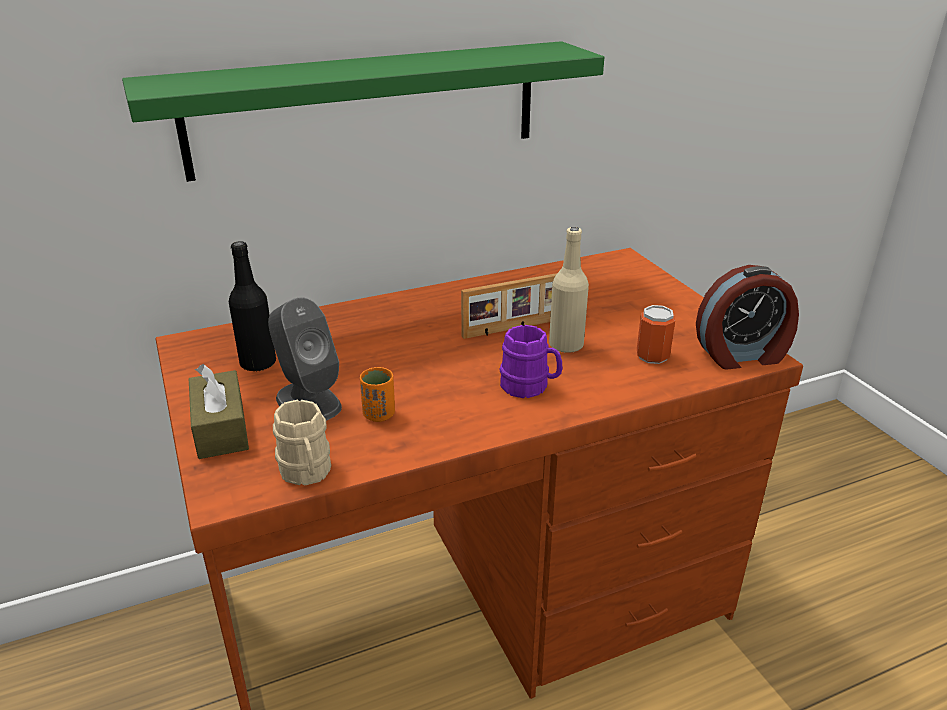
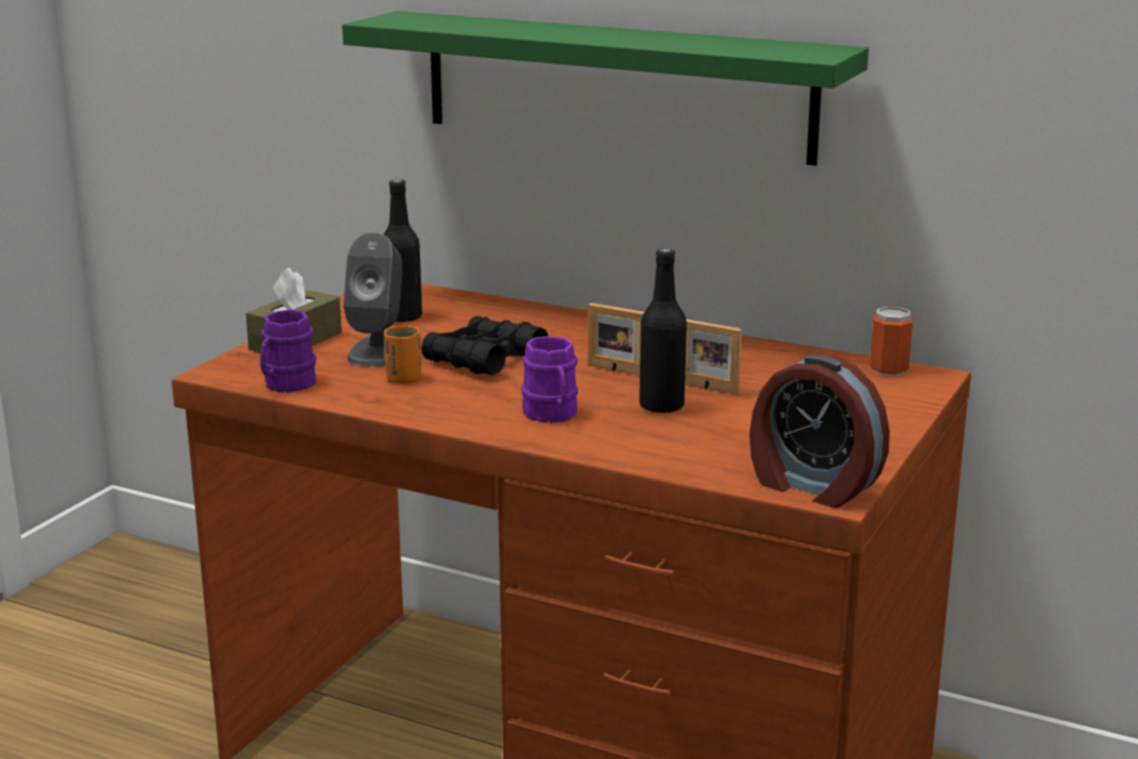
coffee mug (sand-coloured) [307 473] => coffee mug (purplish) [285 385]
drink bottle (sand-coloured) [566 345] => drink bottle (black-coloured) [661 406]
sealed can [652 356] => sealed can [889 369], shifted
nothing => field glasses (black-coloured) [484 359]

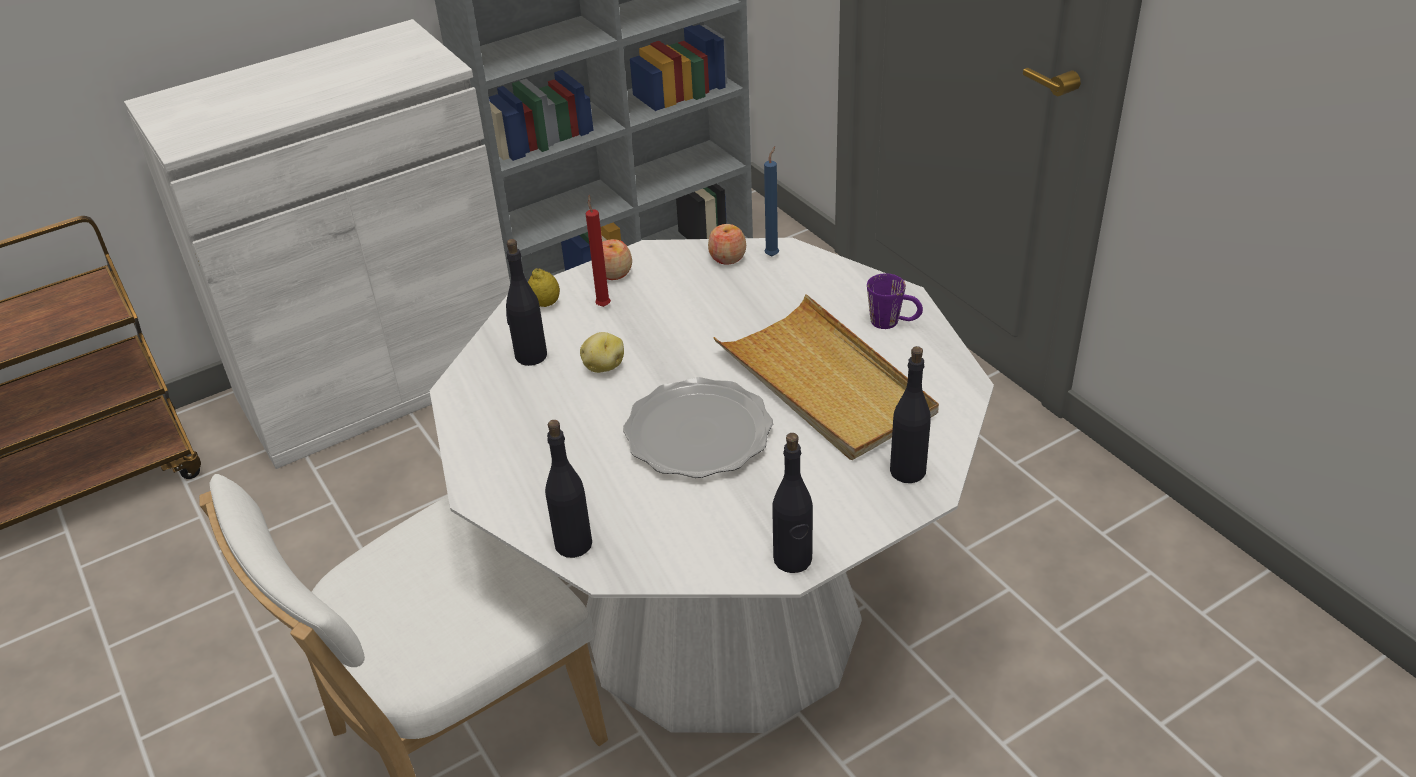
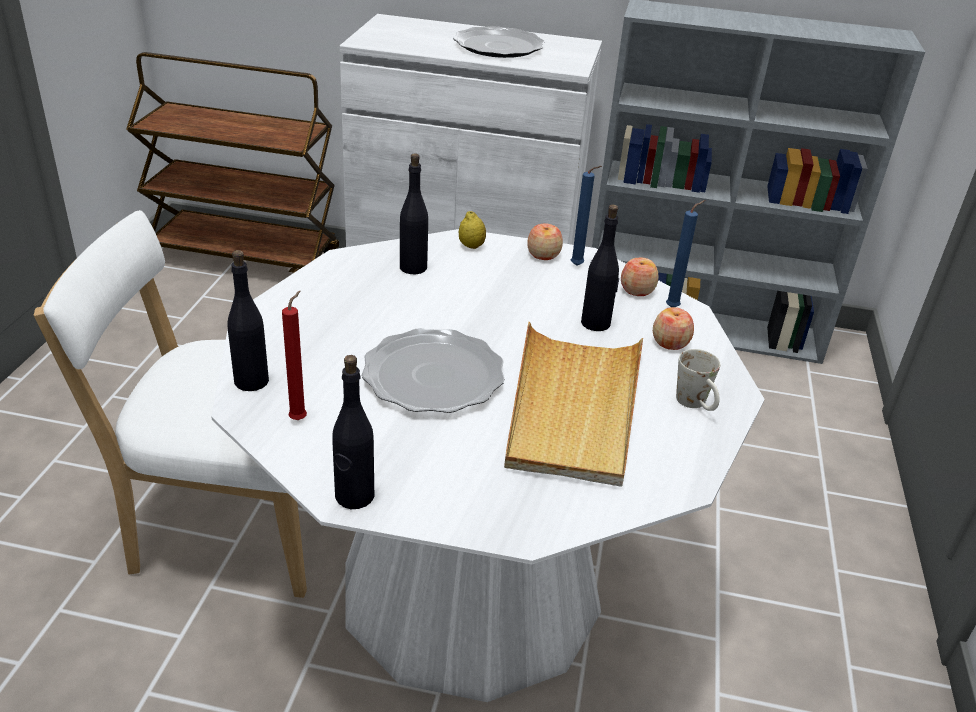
whole potato [603 366] => nothing
candle (red) [603 305] => candle (red) [300 418], shifted
coffee mug (purplish) [893 322] => coffee mug (white) [696 405]
drink bottle (black-coloured) [908 471] => drink bottle (black-coloured) [596 323], shifted
nothing => flat dish [498 46]
nothing => candle (blue) [578 266]
nothing => whole apple [670 342]

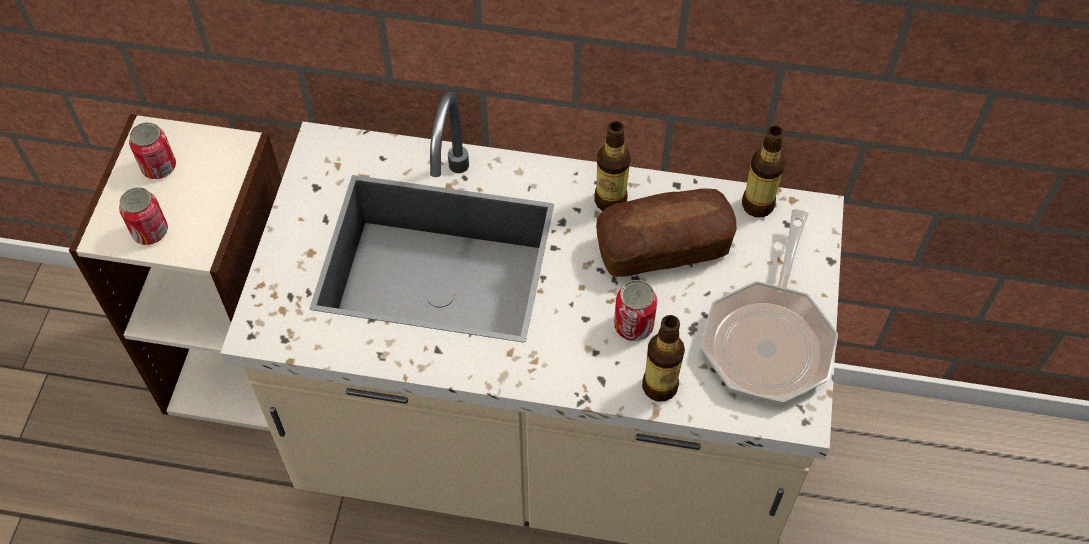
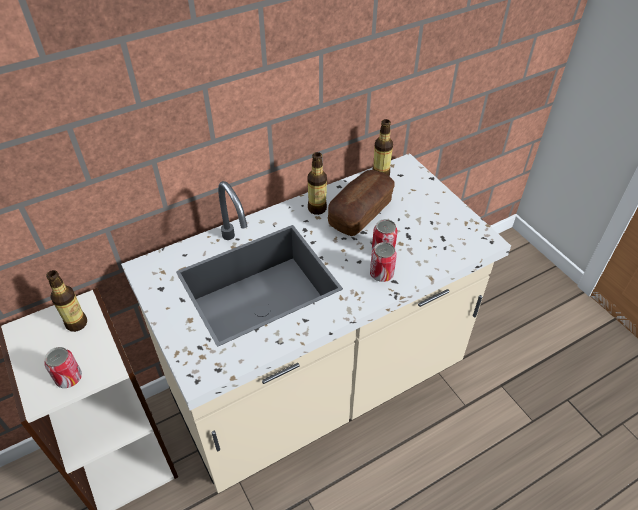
sealed can [159 167] => sealed can [381 274], shifted
drink bottle [660 386] => drink bottle [77 323], shifted
frying pan [769 338] => nothing

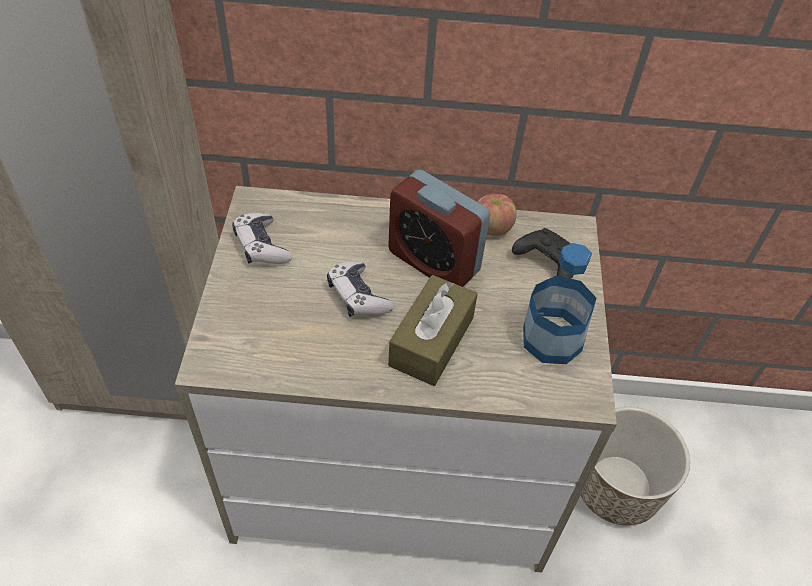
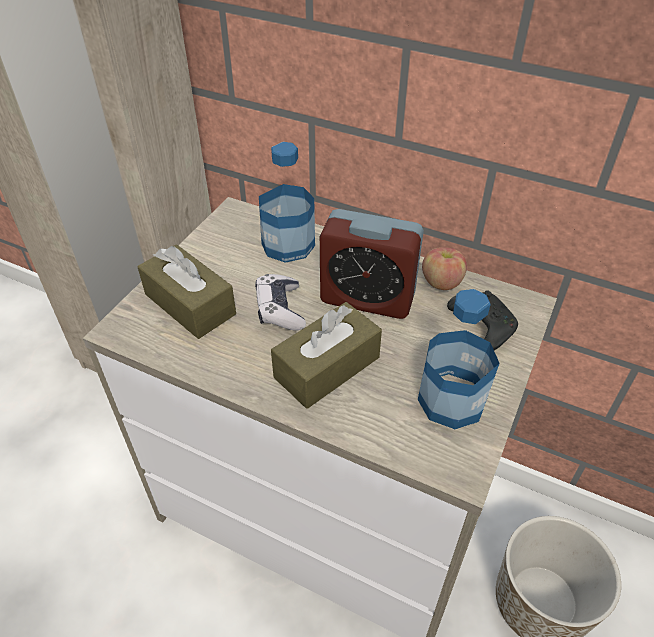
joypad [262 246] => nothing
table clock [433 262] => table clock [367 298], 45 degrees counterclockwise
nothing => tissue box (brown) [190 304]
nothing => drink bottle [288 244]

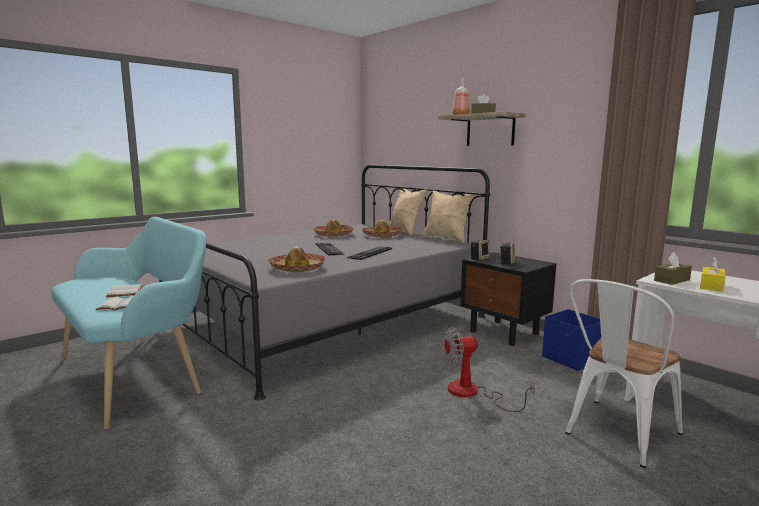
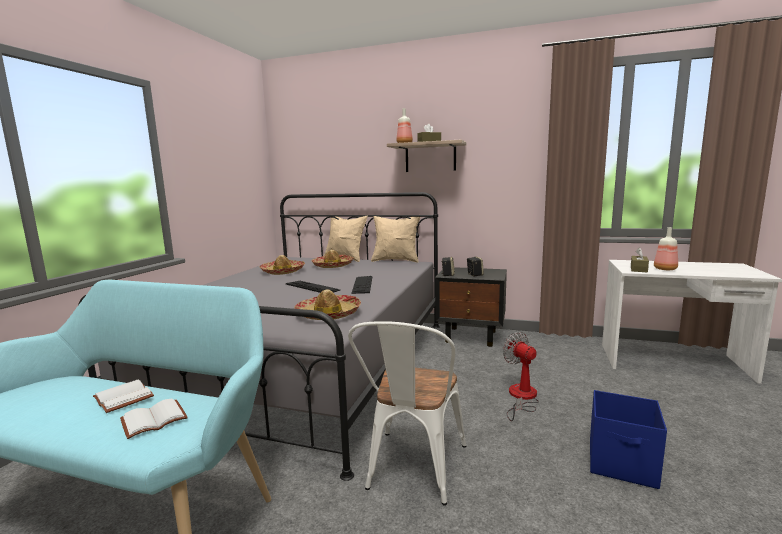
cooling fan [473 393] => cooling fan [521 397], 105 degrees clockwise
storage bin (blue) [571 359] => storage bin (blue) [623 464], shifted
upright chair (white) [616 435] => upright chair (white) [413 471], shifted
tissue box (yellow-coloured) [711 286] => drink bottle [666 269]

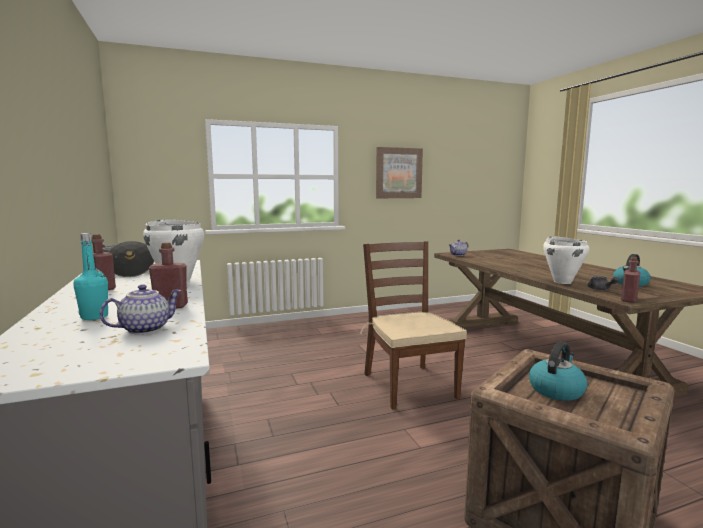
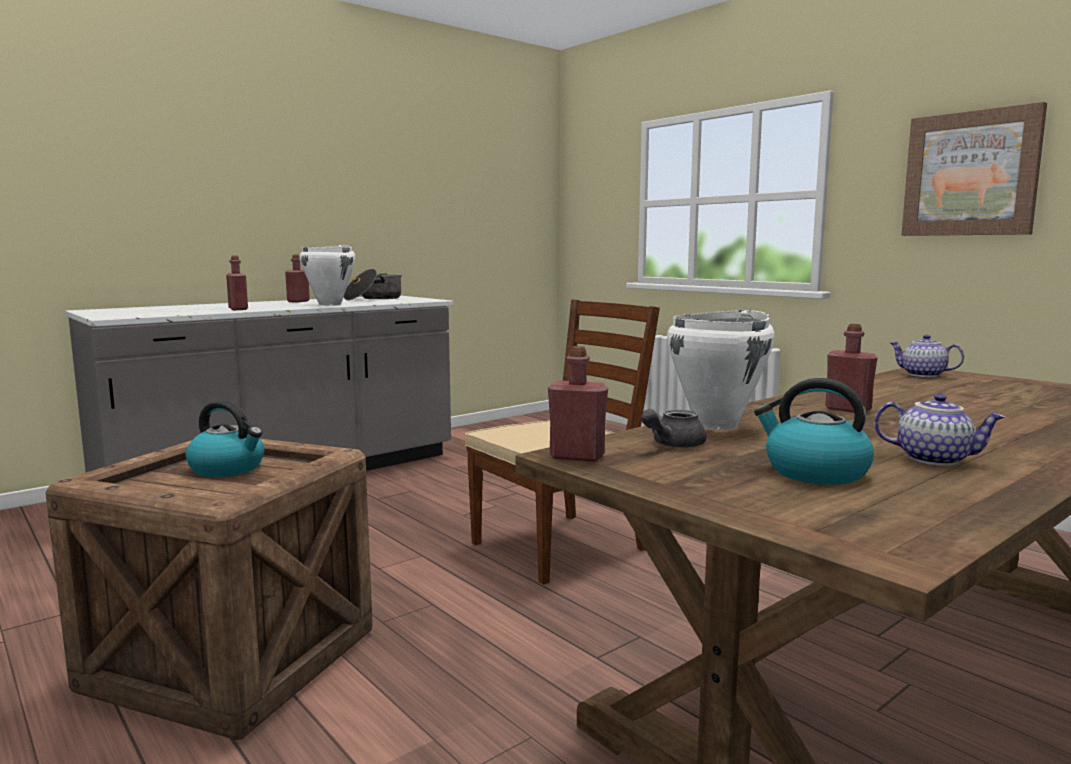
drink bottle (blue-green) [94 317] => nothing
teapot [145 329] => teapot [934 459], shifted
nothing => drink bottle (red) [848 409]

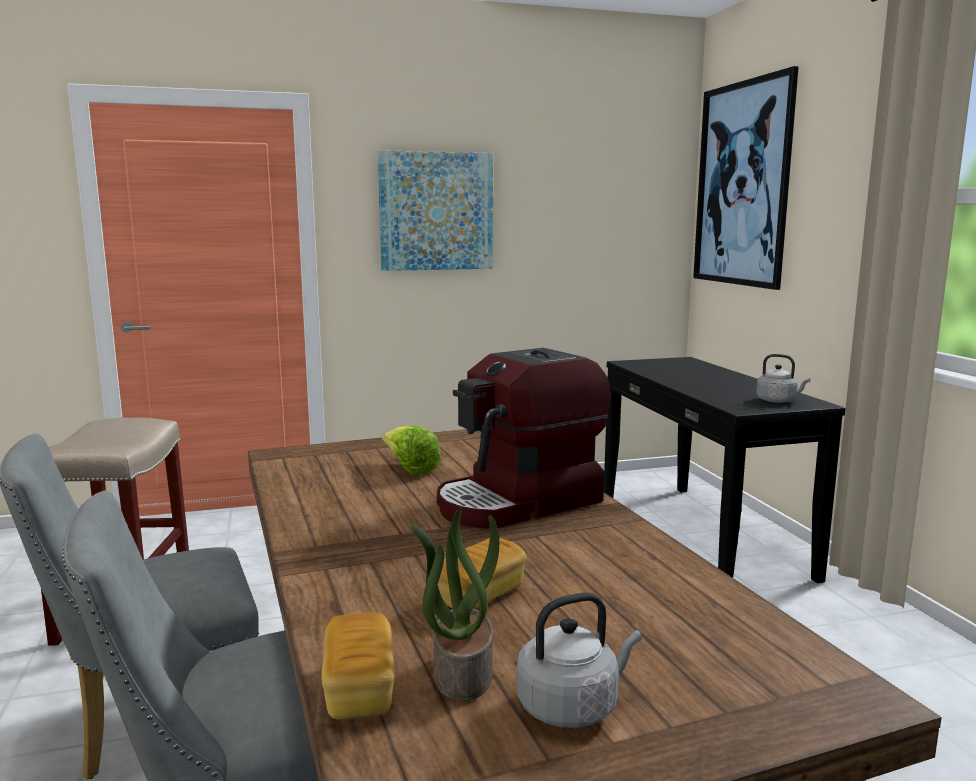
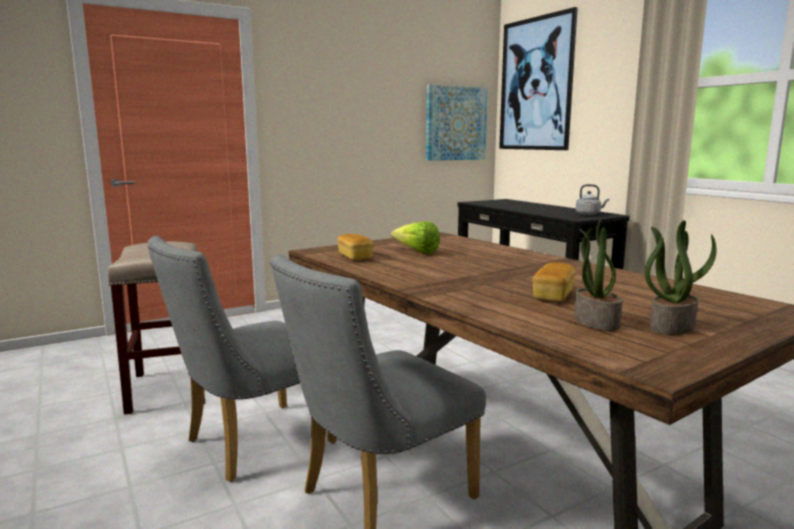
bakery bread [359 689] => bakery bread [355 257], shifted
picture [436 211] => picture [455 123], shifted
coffee brewer [519 502] => nothing
water kettle (gray) [572 706] => plant in a pot [671 327]

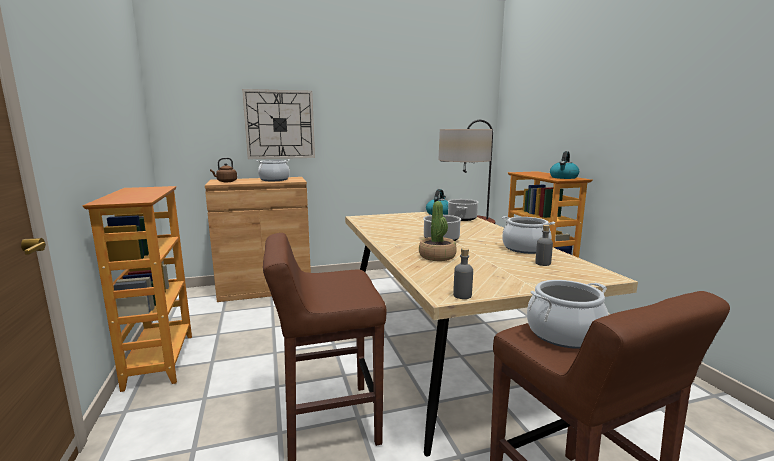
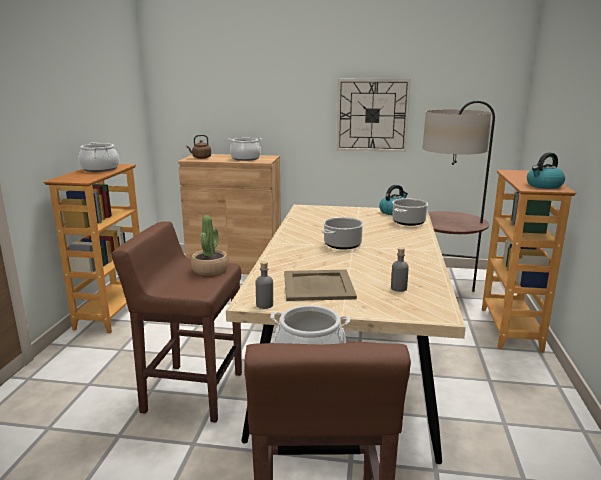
clock on the wall [280 124] => clock on the wall [372 115], shifted
plant in a pot [437 256] => plant in a pot [210 269], shifted
stockpot [525 248] => stockpot [100 169], shifted
nothing => tray (sand-coloured) [319 286]

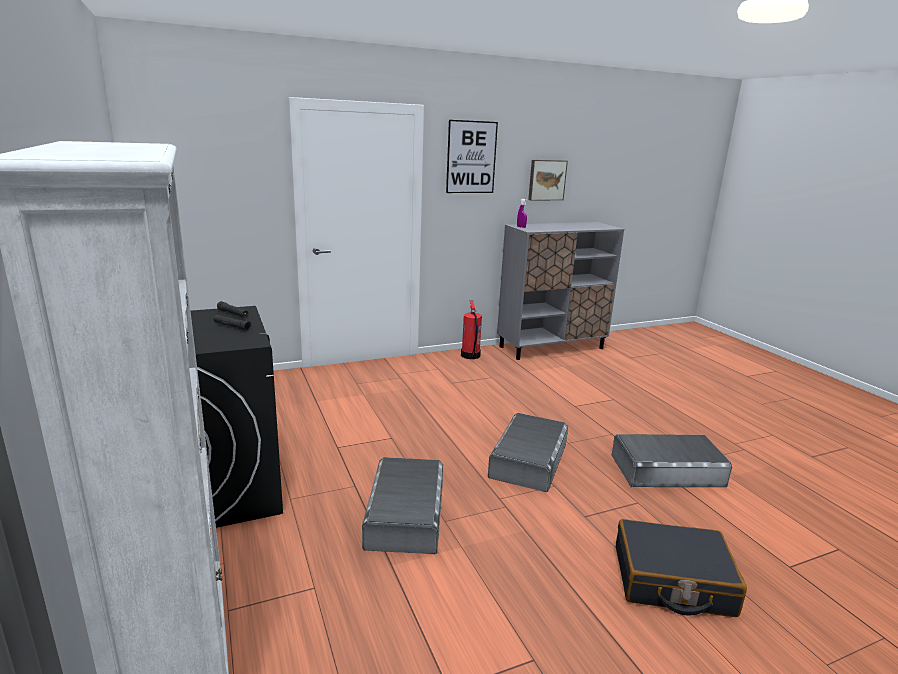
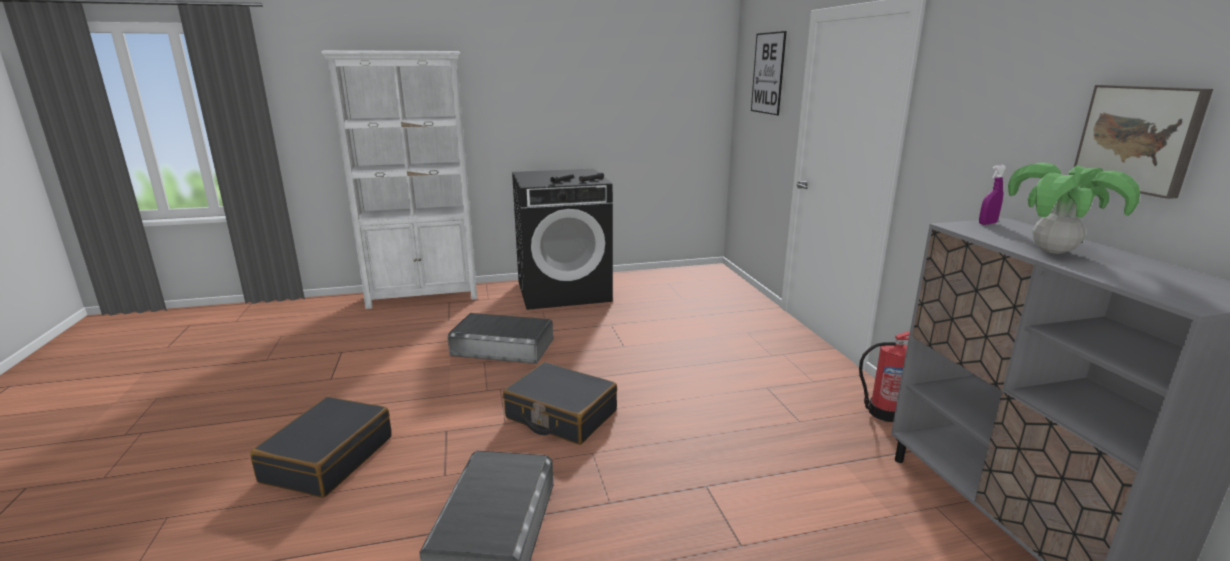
picture [471 157] => picture [768 73], shifted
storage bin (gray) [528 459] => piece of luggage (black-coloured) [561 415]
nothing => plant in a pot [1052 251]

